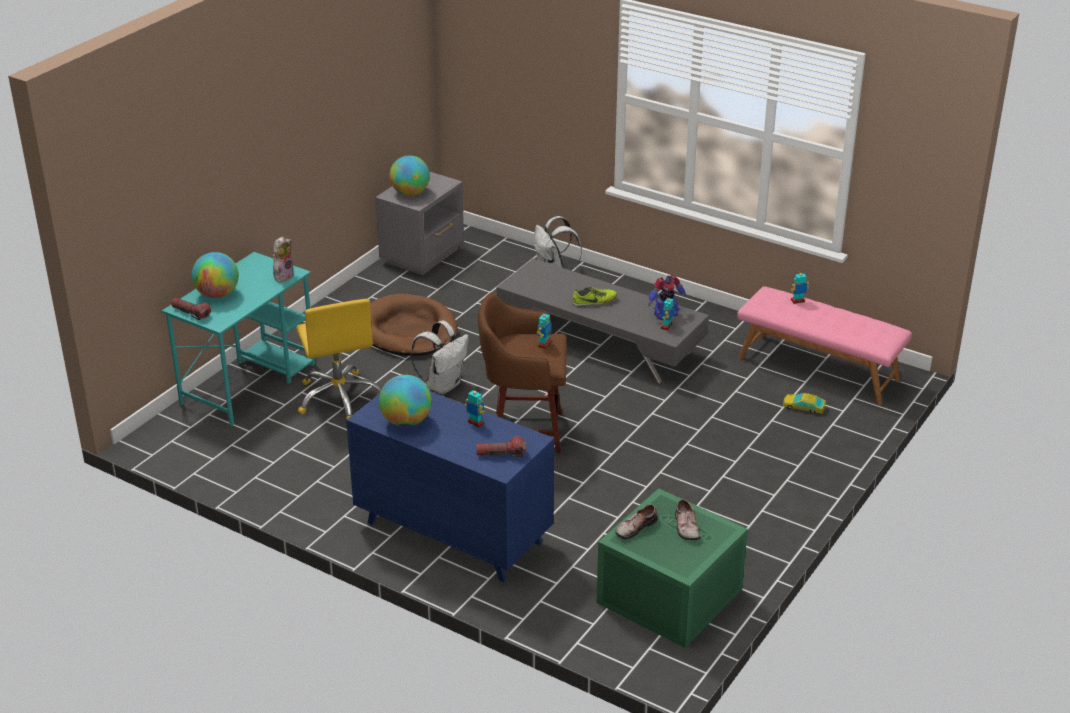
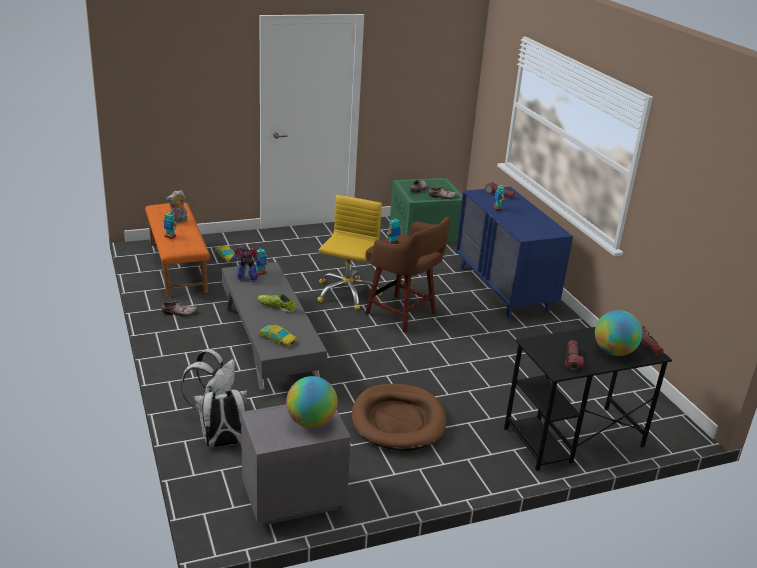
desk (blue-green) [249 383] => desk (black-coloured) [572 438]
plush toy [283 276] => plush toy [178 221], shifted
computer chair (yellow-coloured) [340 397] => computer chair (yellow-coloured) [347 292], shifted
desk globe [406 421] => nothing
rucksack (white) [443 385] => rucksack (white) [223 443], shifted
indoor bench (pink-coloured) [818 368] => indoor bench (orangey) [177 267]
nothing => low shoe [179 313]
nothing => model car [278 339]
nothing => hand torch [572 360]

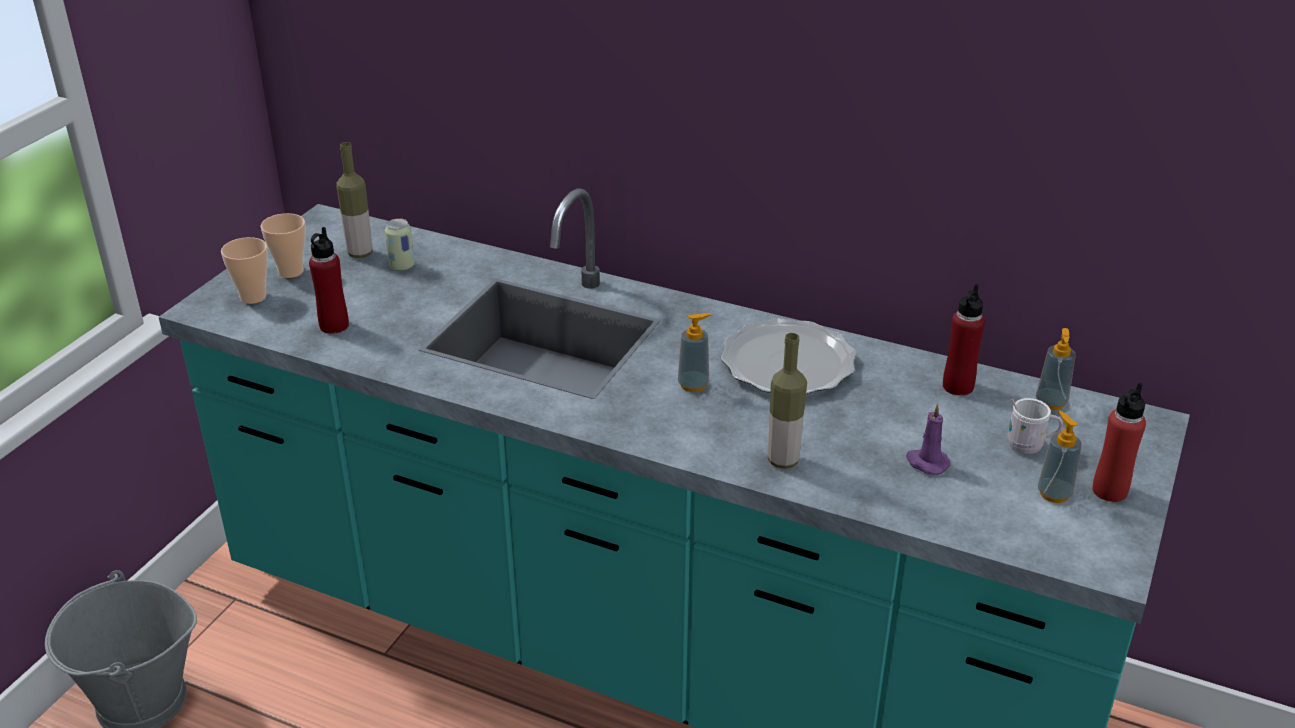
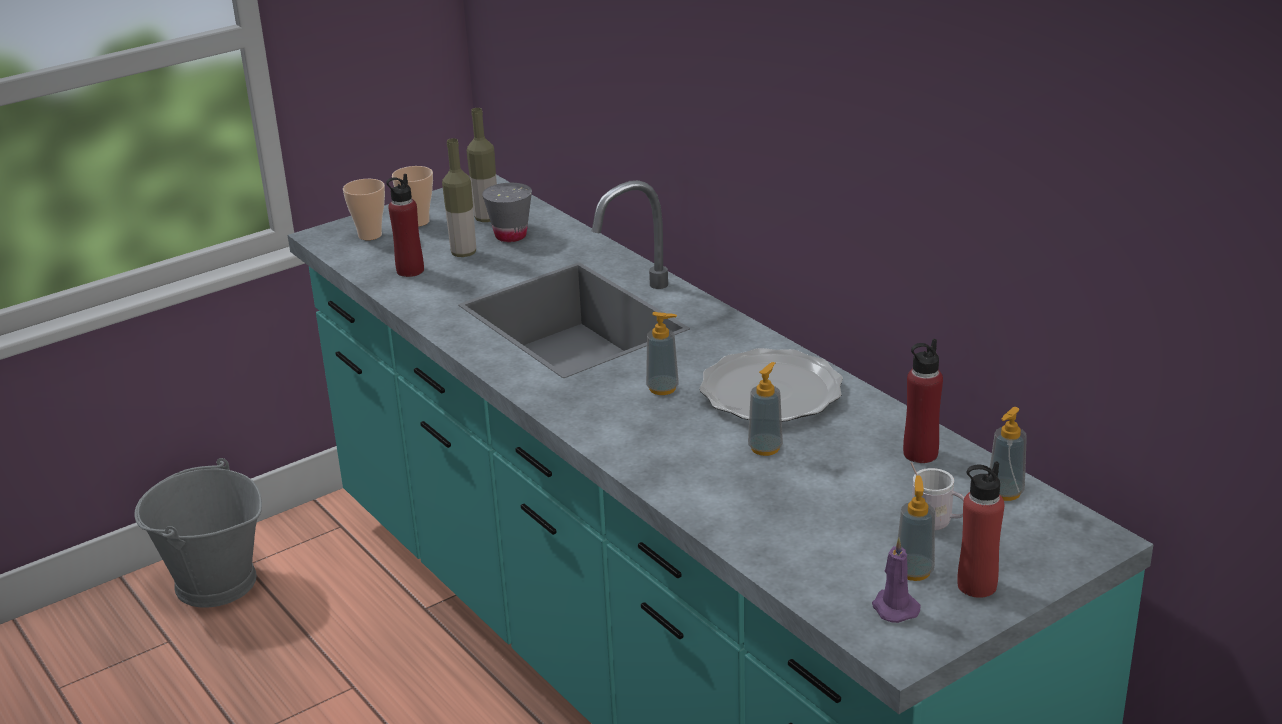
sealed can [402 266] => small cup (gray) [510 236]
drink bottle [783 461] => drink bottle [463 253], shifted
candle (purplish) [926 462] => candle (purplish) [894 607], shifted
nothing => liquid soap bottle [765 448]

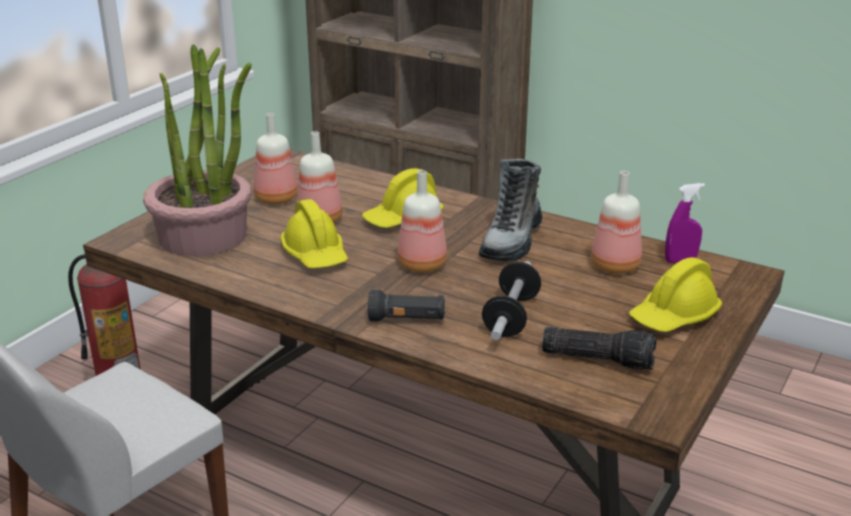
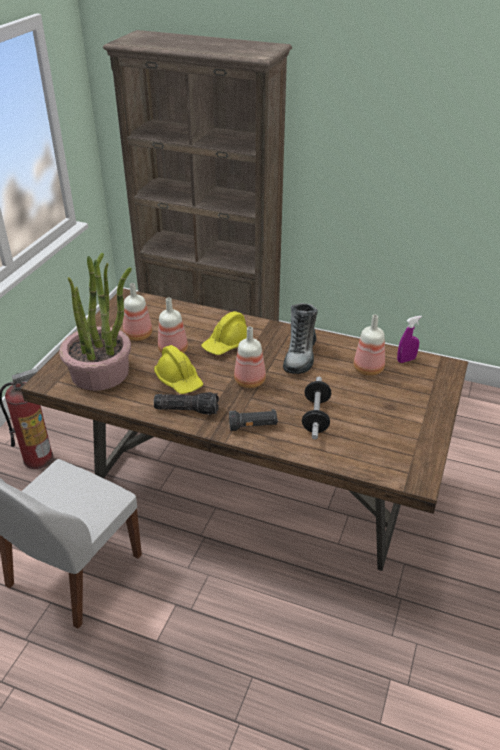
hand torch [599 358] => hand torch [187 409], shifted
work helmet (yellow-coloured) [674 317] => nothing

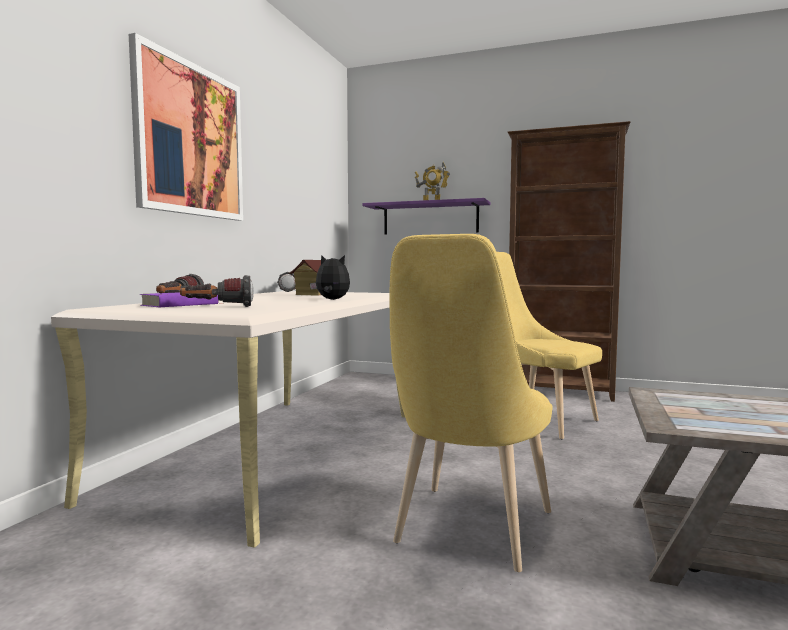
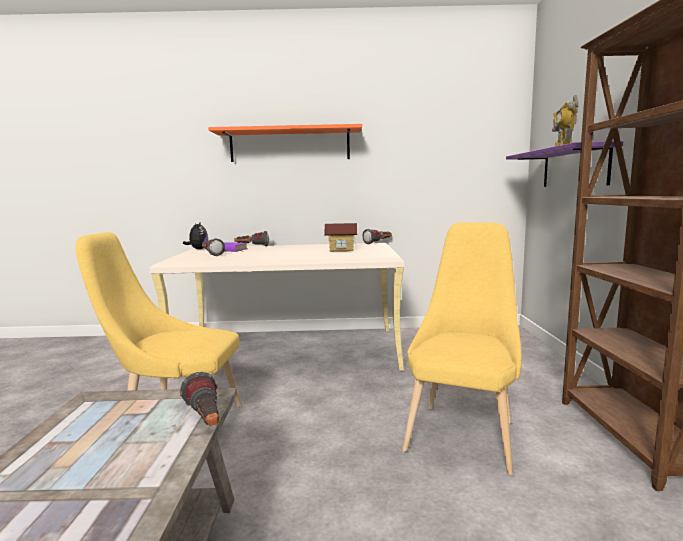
picture [191 140] => wall shelf (orangey) [290 145]
plush toy [331 299] => plush toy [198 249], shifted
nothing => hand torch [206 420]

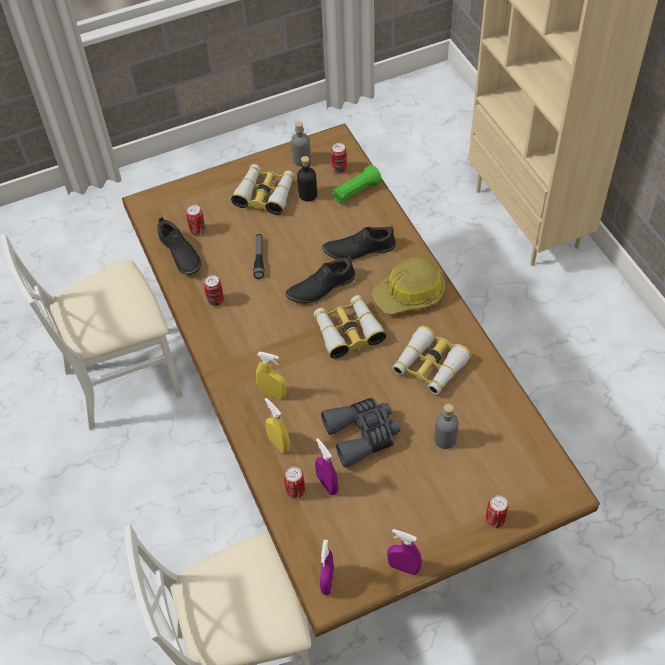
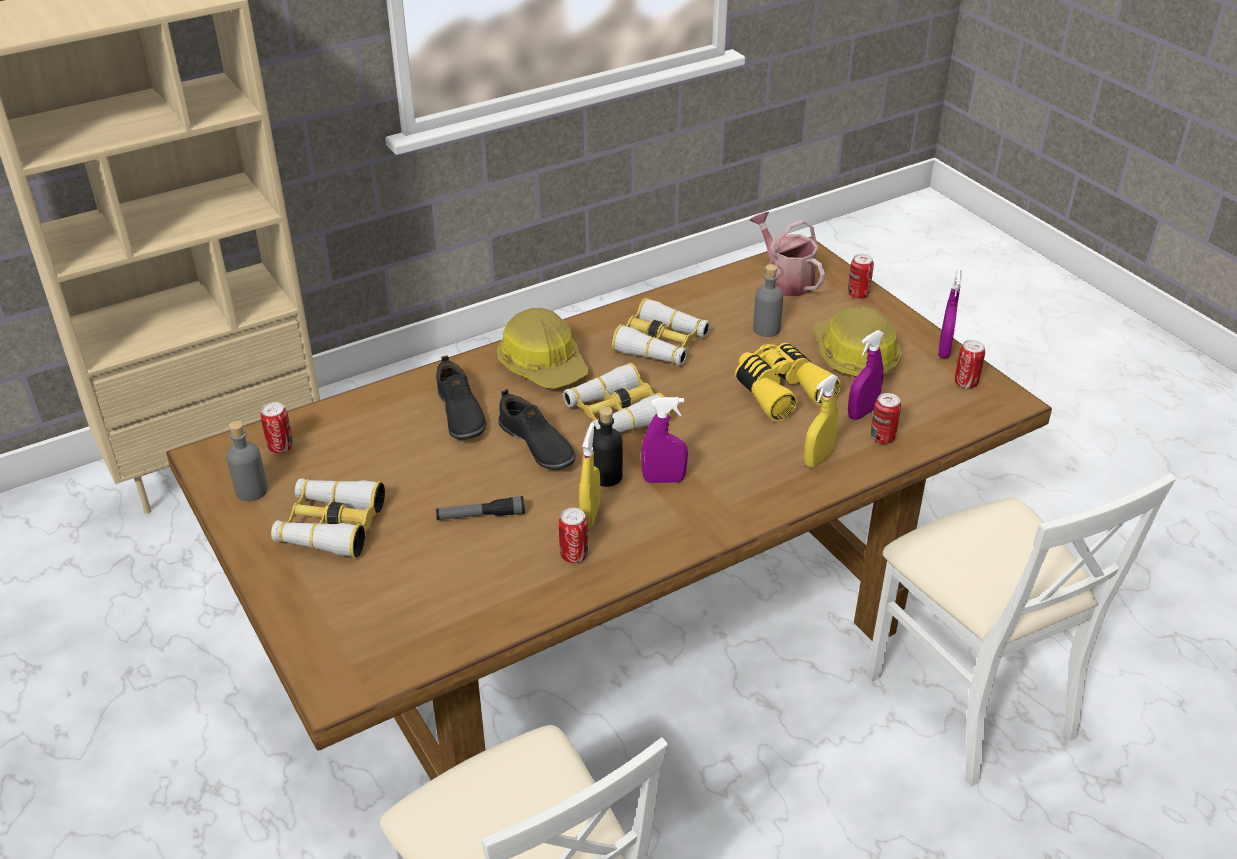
low shoe (black-coloured) [180 254] => nothing
sealed can [198 230] => sealed can [965 383], shifted
spray bottle (yellow-coloured) [273 393] => spray bottle (yellow-coloured) [590 516], shifted
drink bottle (black-coloured) [308 195] => drink bottle (black-coloured) [606 476], shifted
spray bottle (purplish) [327 581] => spray bottle (purplish) [663 480], shifted
field glasses (gray) [362 435] => field glasses (yellow-coloured) [780 390]
hand torch (greenish) [356 192] => nothing
nothing => watering can [785 280]
nothing => work helmet [854 356]

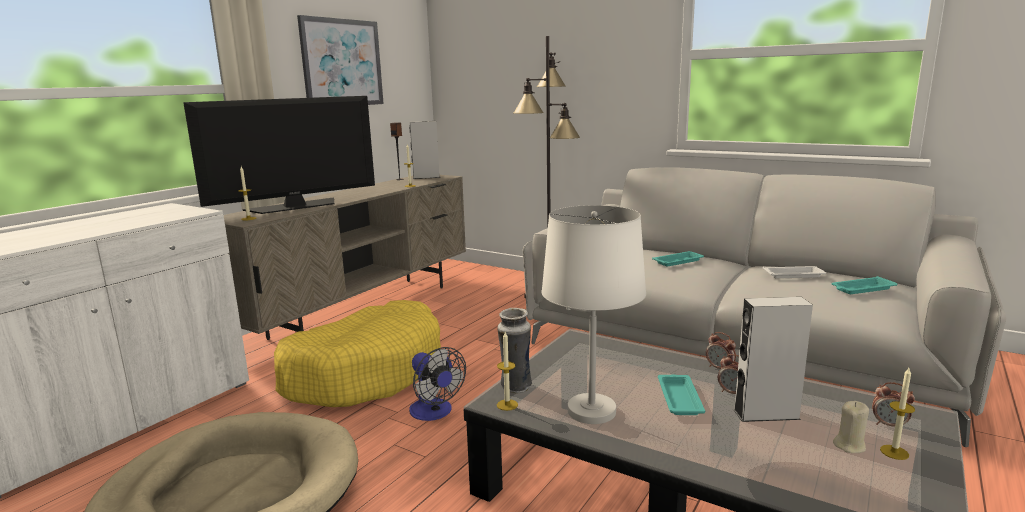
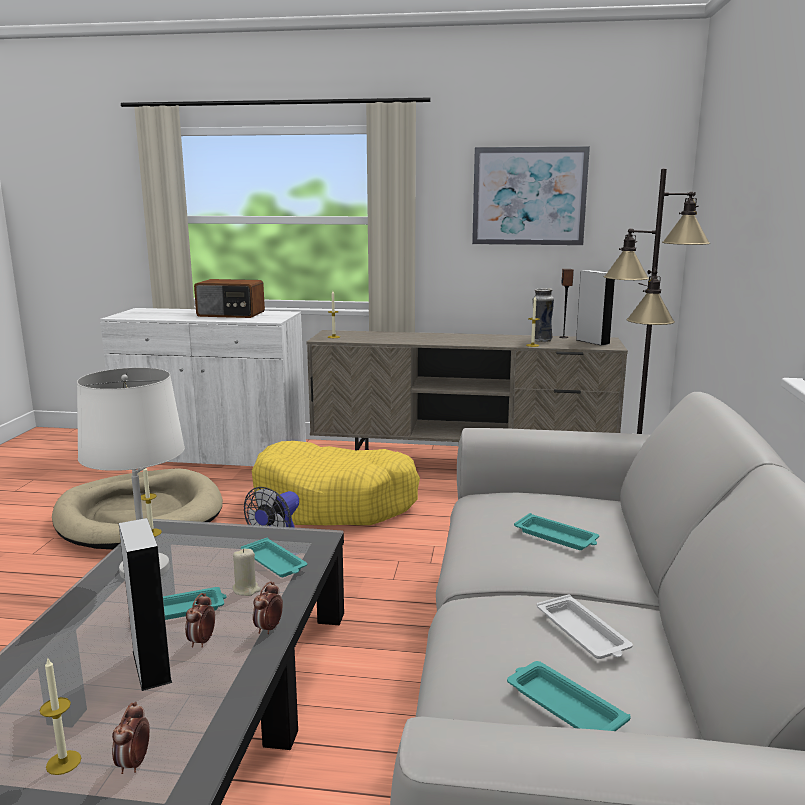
TV [295 206] => nothing
decorative vase [515 388] => decorative vase [541 340], shifted
candle (sand-coloured) [849 446] => candle (sand-coloured) [246 589], shifted
nothing => radio receiver [231 314]
nothing => tray (blue-green) [274 563]

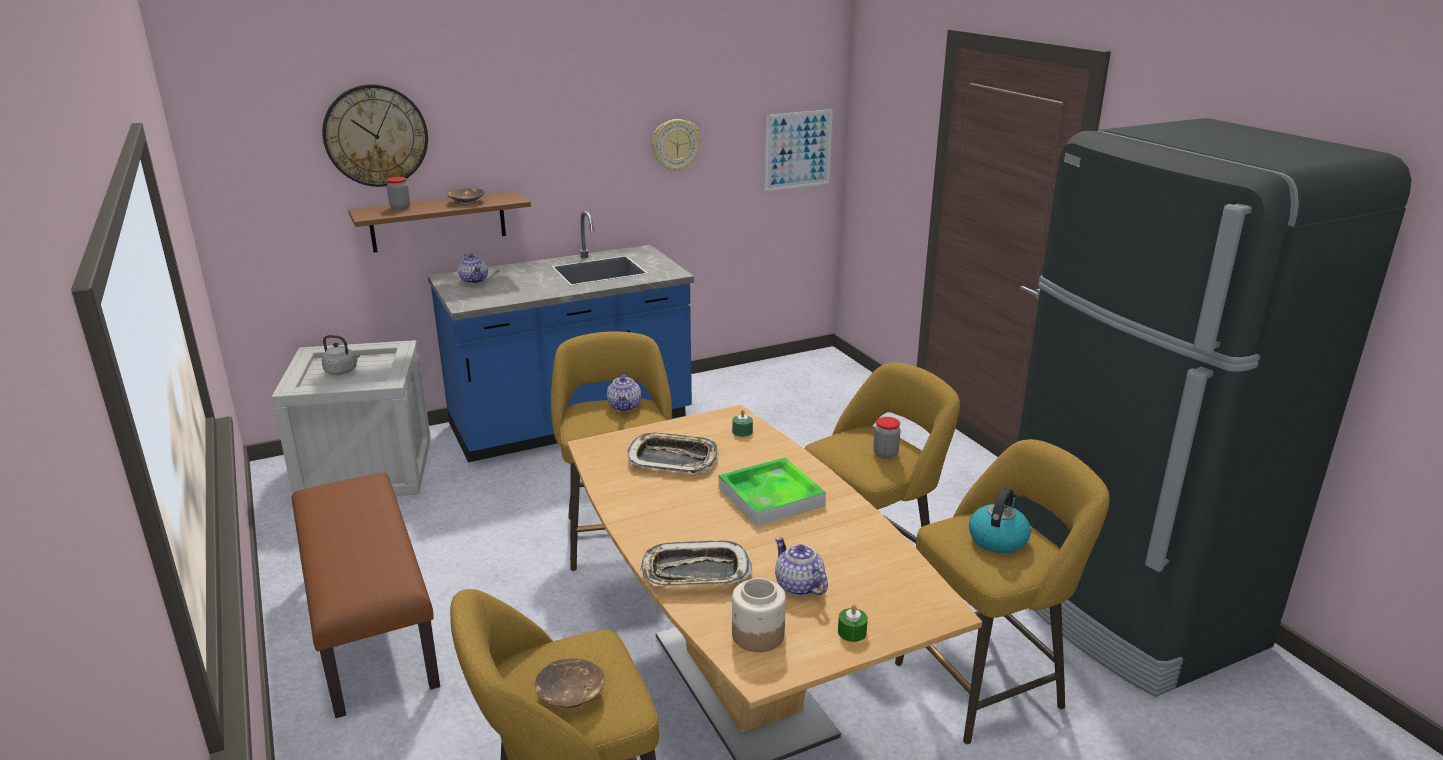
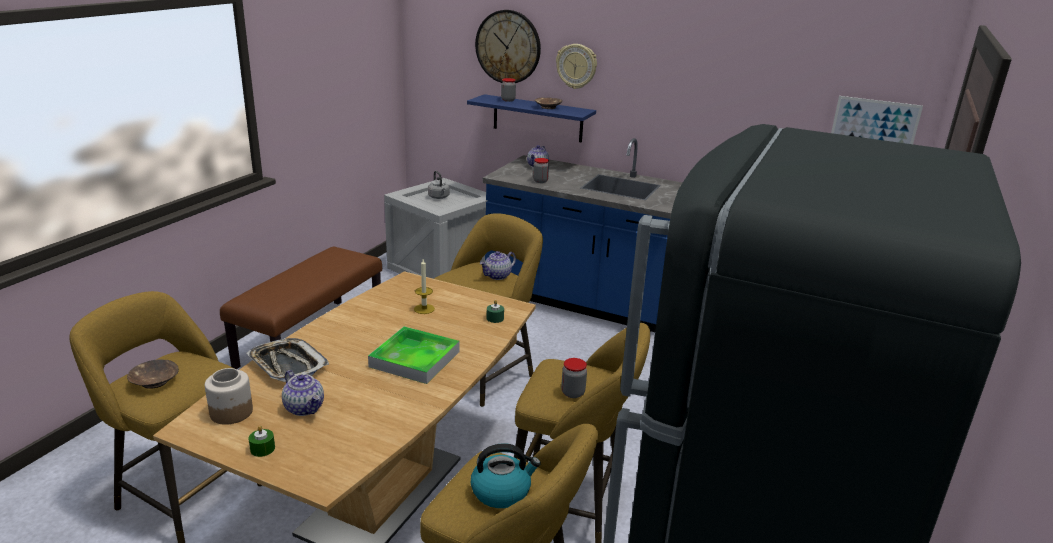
wall shelf (brown) [438 221] => wall shelf (blue) [537 118]
tray [673 459] => candle [424 309]
clock on the wall [675 145] => clock on the wall [576 66], shifted
teapot [798 586] => teapot [305 408], 120 degrees clockwise
nothing => jar [540 181]

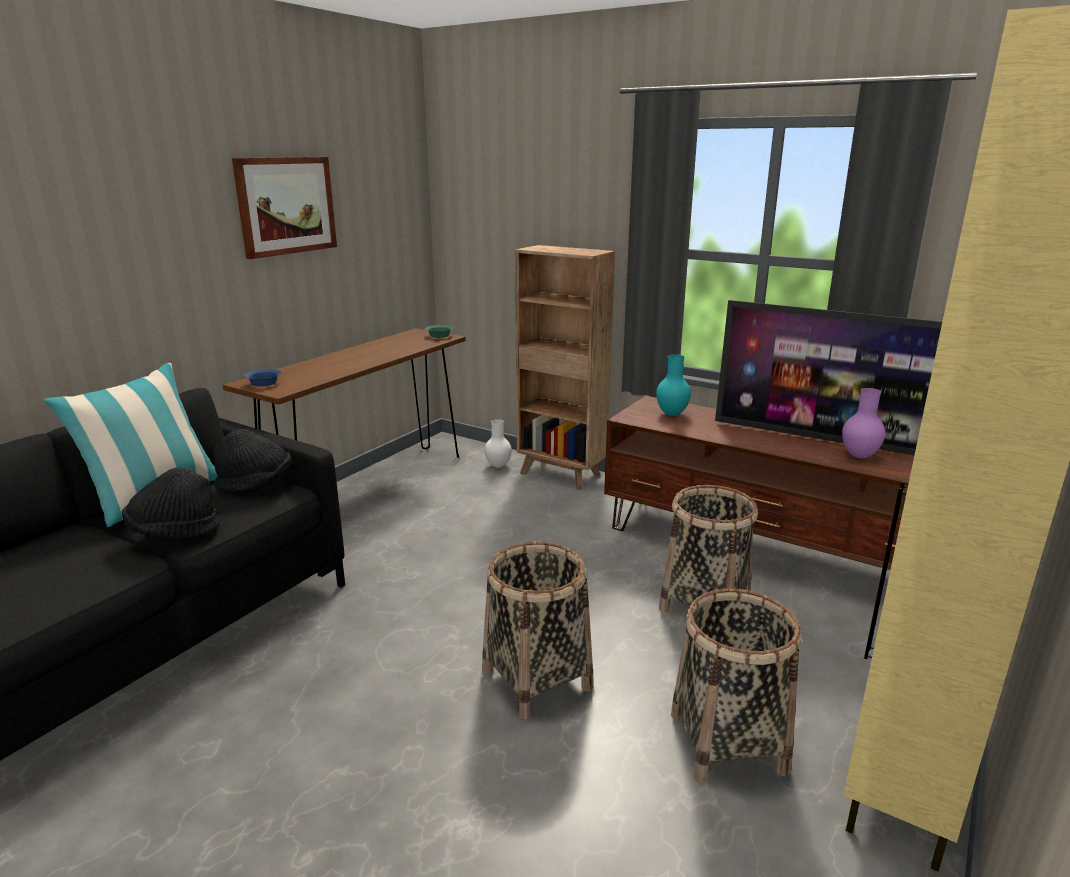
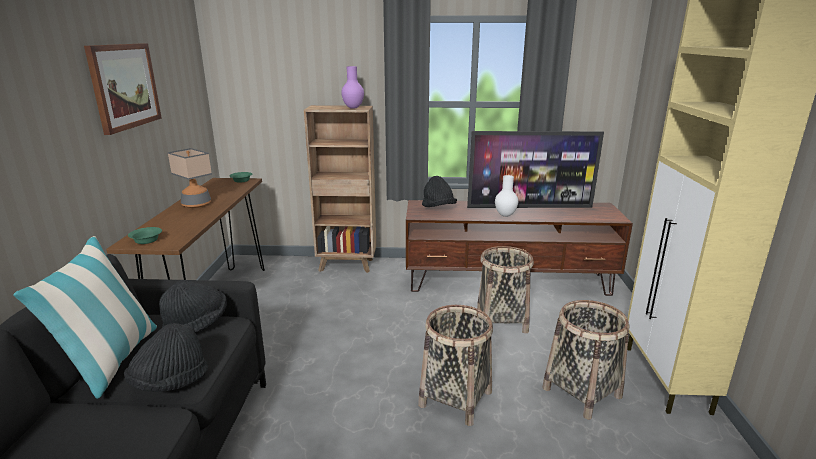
bowl (blue) [265 383] => bowl (greenish) [147 240]
decorative vase (white) [498 466] => decorative vase (white) [505 215], shifted
decorative vase (blue-green) [672 414] => hat (black-coloured) [438 208]
decorative vase (purplish) [858 456] => decorative vase (purplish) [353 108], shifted
nothing => tabletop lamp [196 205]

